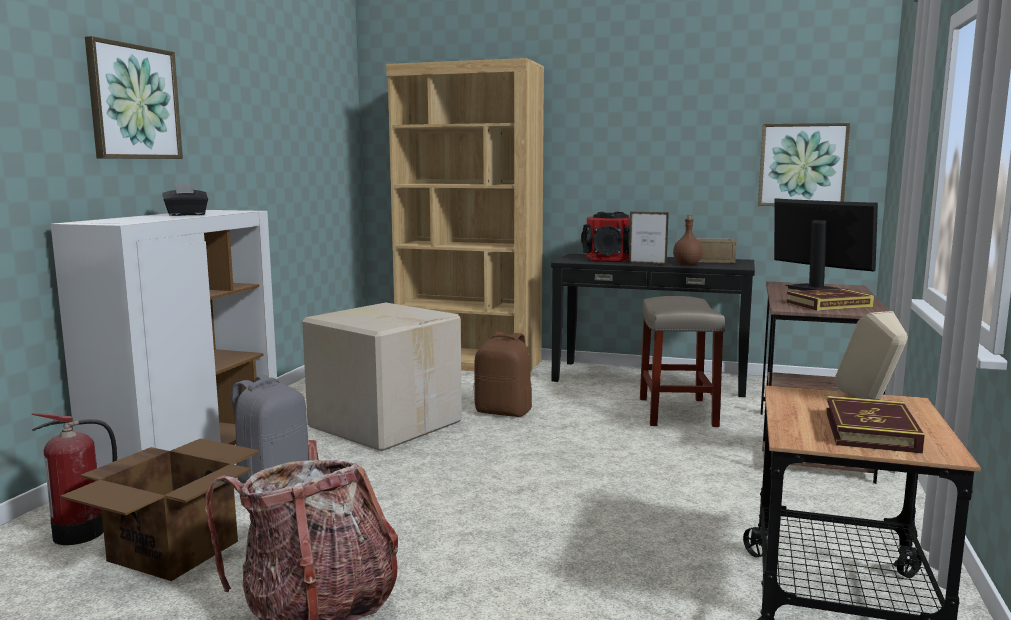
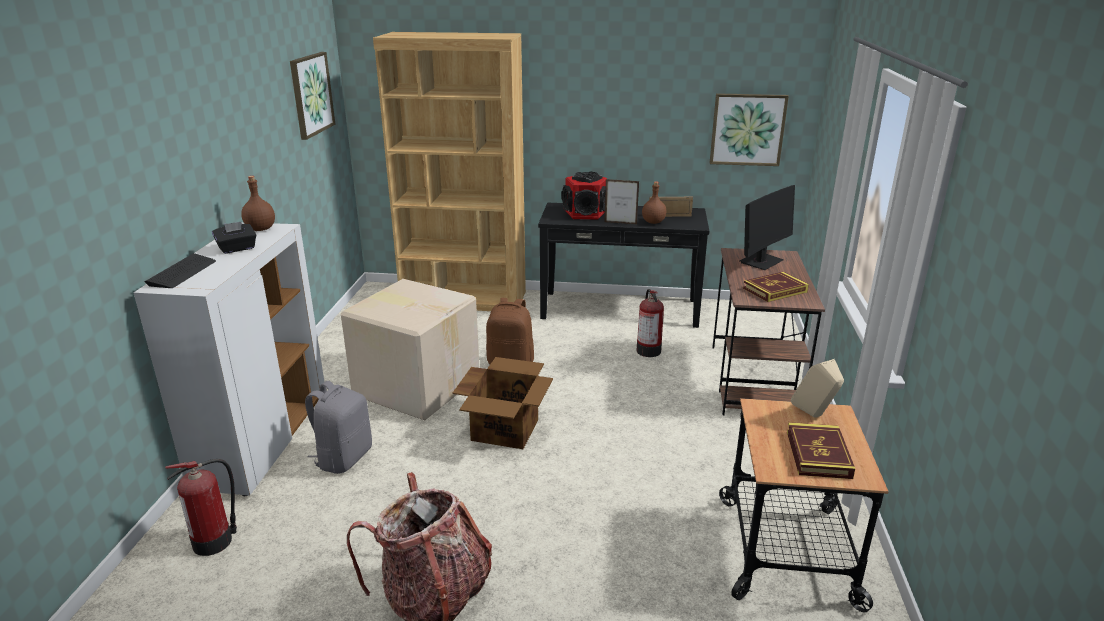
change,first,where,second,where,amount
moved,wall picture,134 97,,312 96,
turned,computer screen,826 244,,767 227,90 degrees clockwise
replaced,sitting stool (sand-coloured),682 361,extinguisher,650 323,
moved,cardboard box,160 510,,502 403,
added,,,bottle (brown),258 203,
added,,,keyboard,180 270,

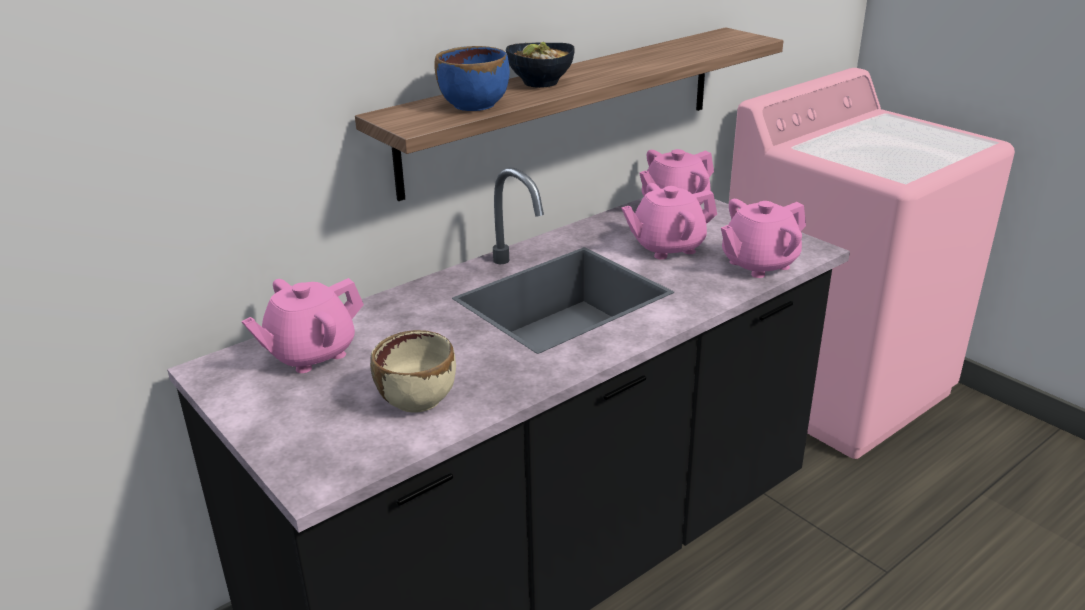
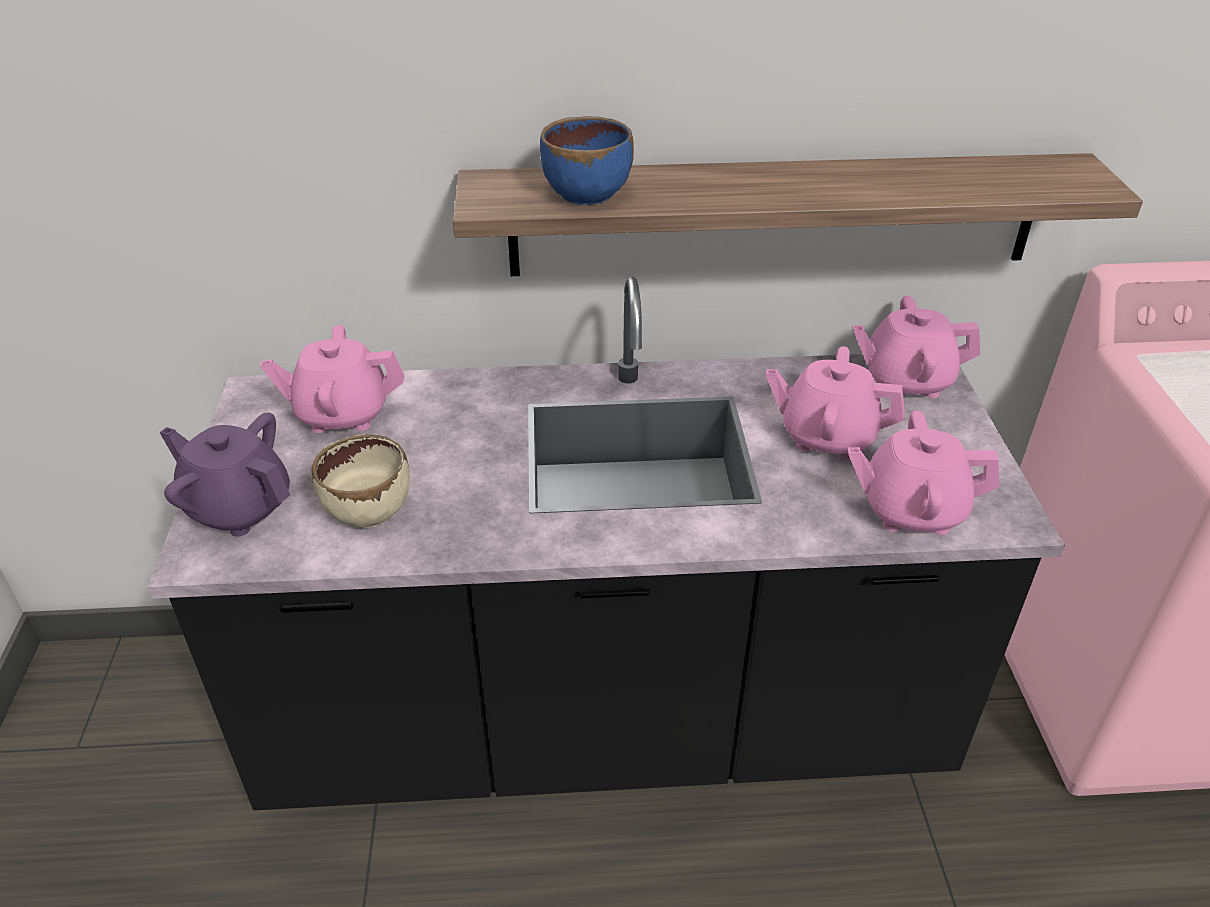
change,first,where,second,where,amount
removed,serving bowl,540 65,,,
added,,,teapot (purplish),225 474,

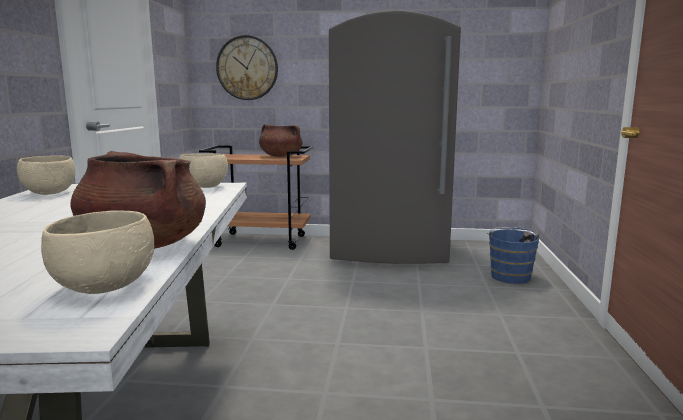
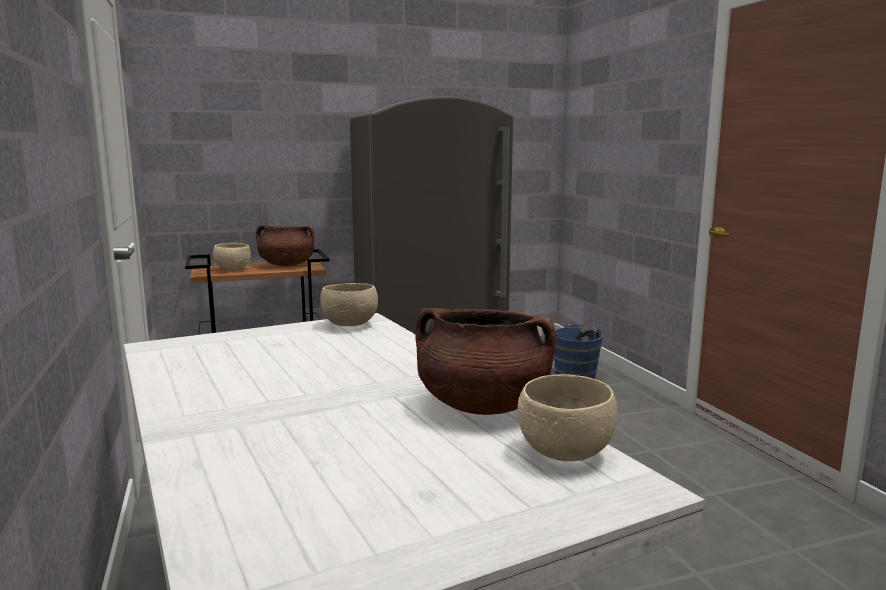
change,first,where,second,where,amount
removed,clock on the wall,247 67,,,
moved,serving bowl (sand-coloured),46 175,,232 257,

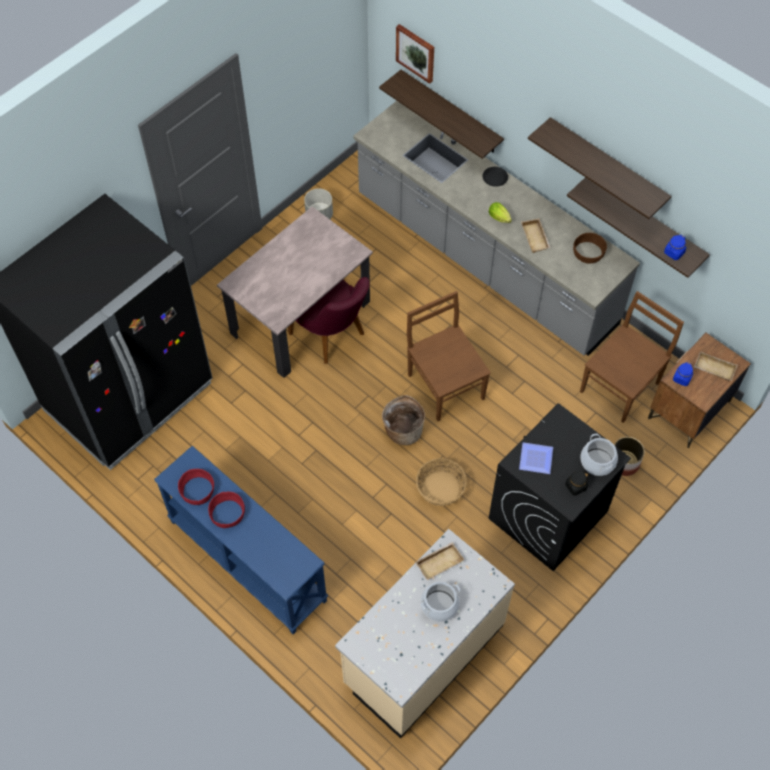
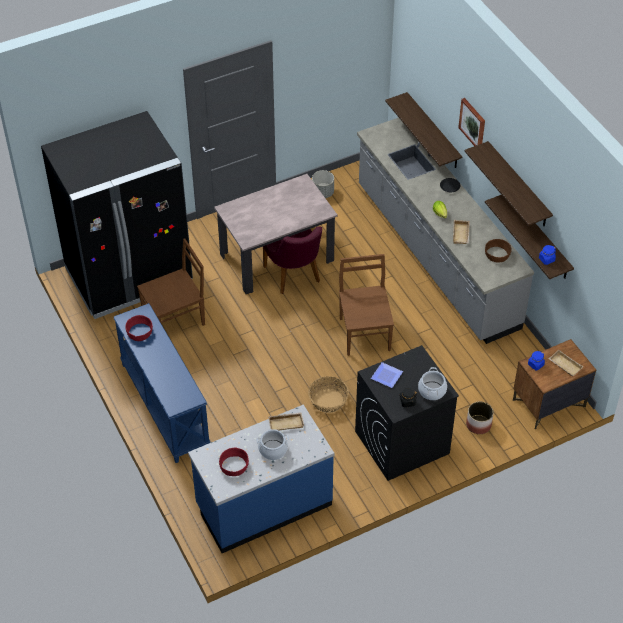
change,first,where,second,where,amount
moved,wall picture,415 54,,471 122,
moved,plain chair (brown),632 357,,171 282,
removed,household basket,403 420,,,
moved,serving bowl (red),226 510,,234 462,
recoloured,counter (sand-coloured),425 634,counter (blue-coloured),261 479,

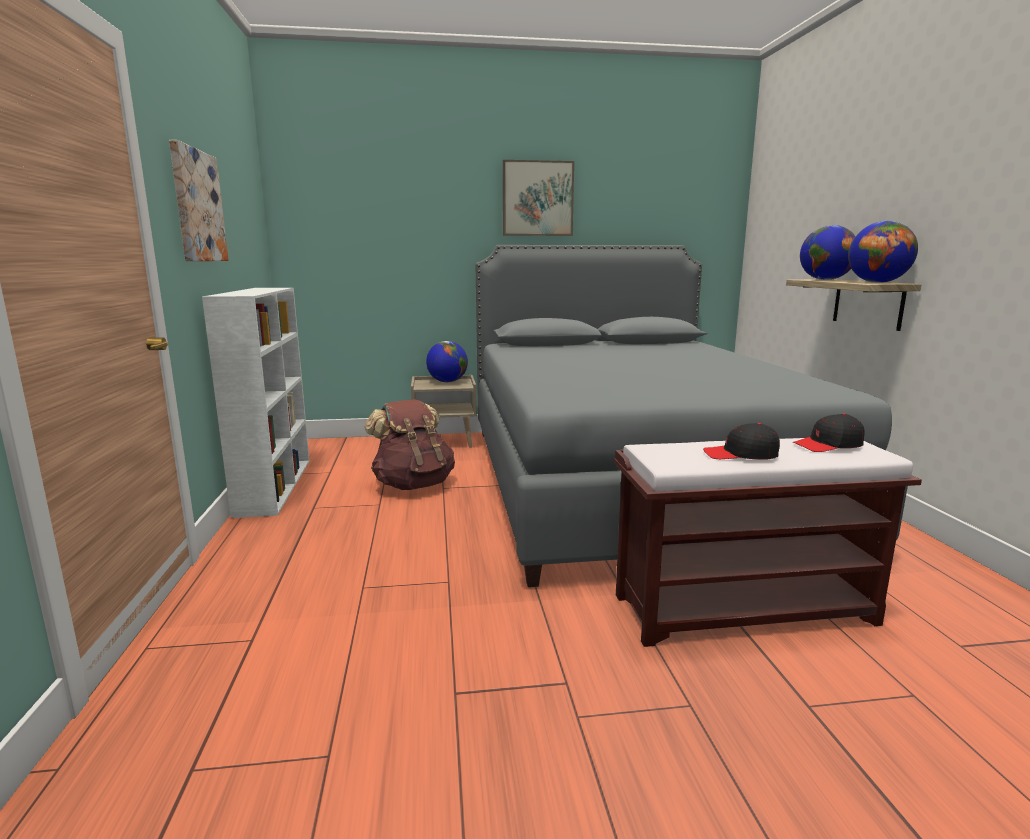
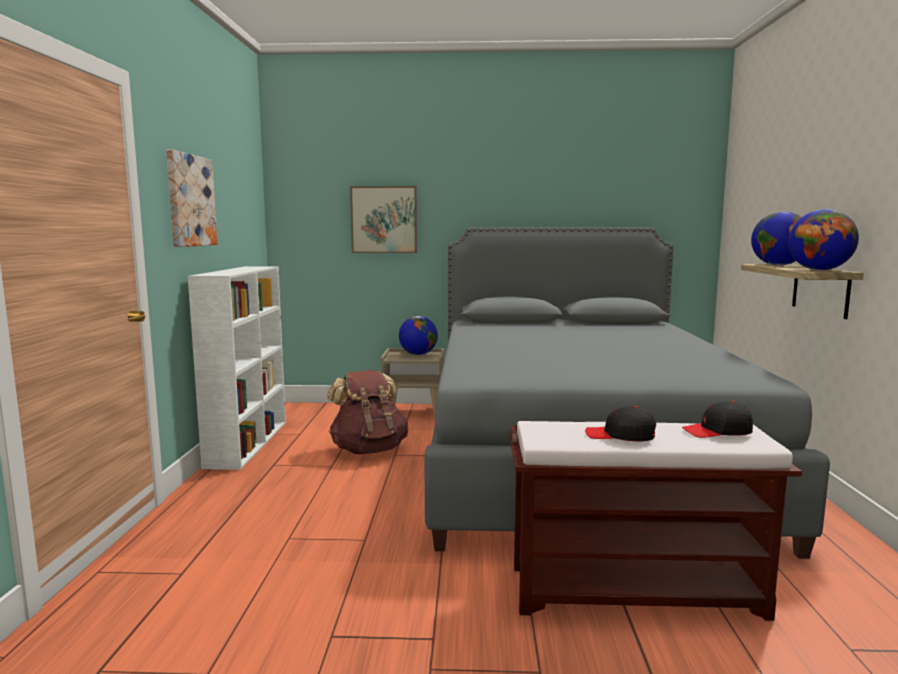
change,first,where,second,where,amount
moved,wall picture,538 198,,383 219,

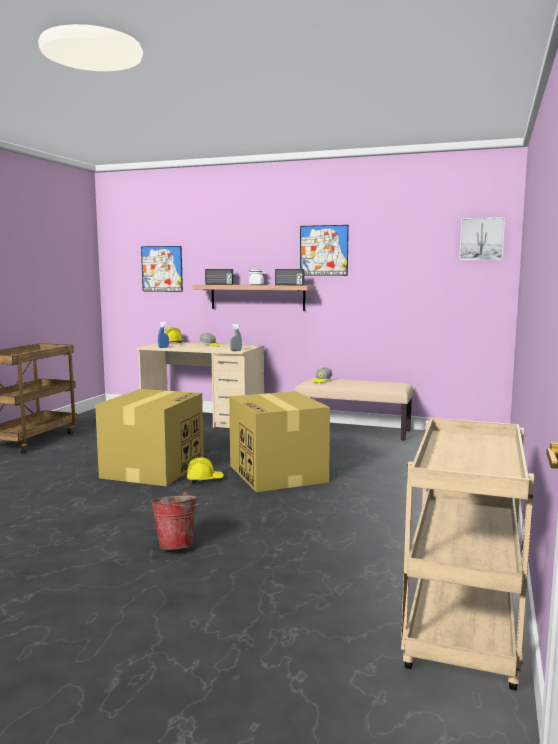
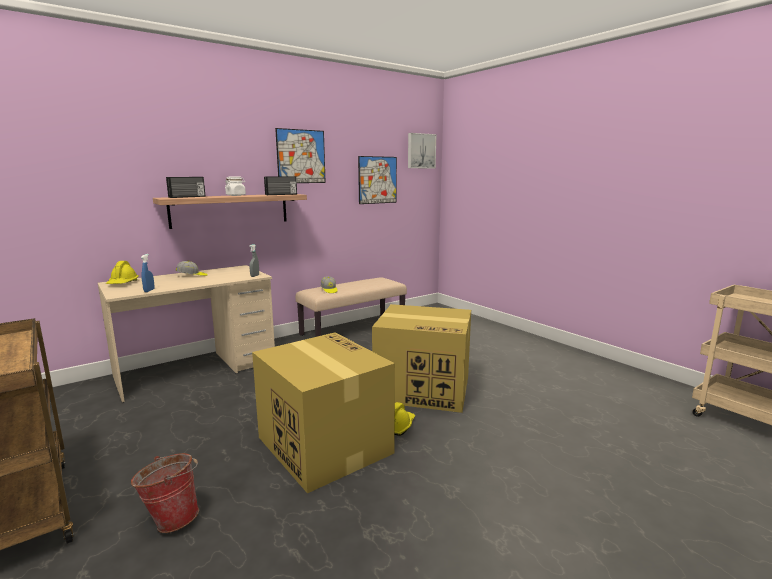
change,first,where,second,where,amount
moved,wall picture,162 269,,377 180,
moved,water bucket,175 521,,165 493,

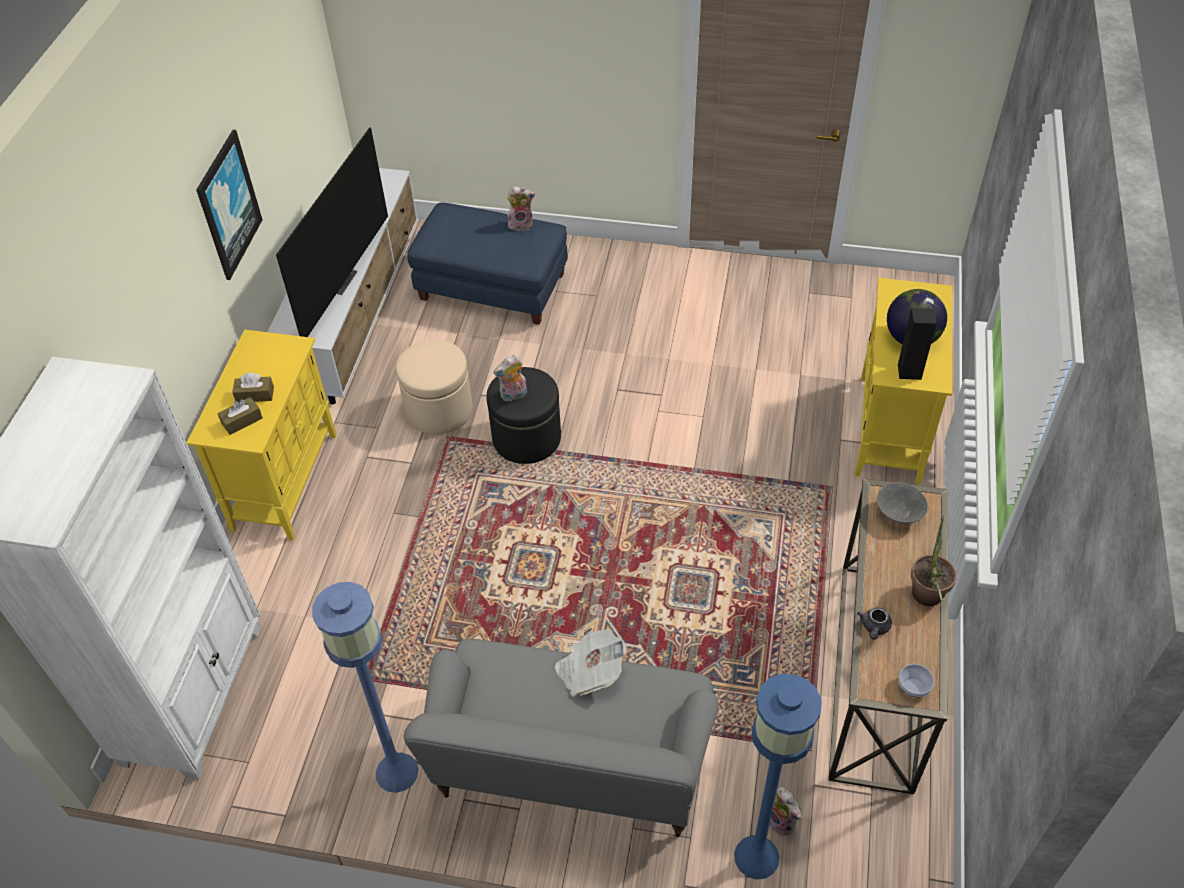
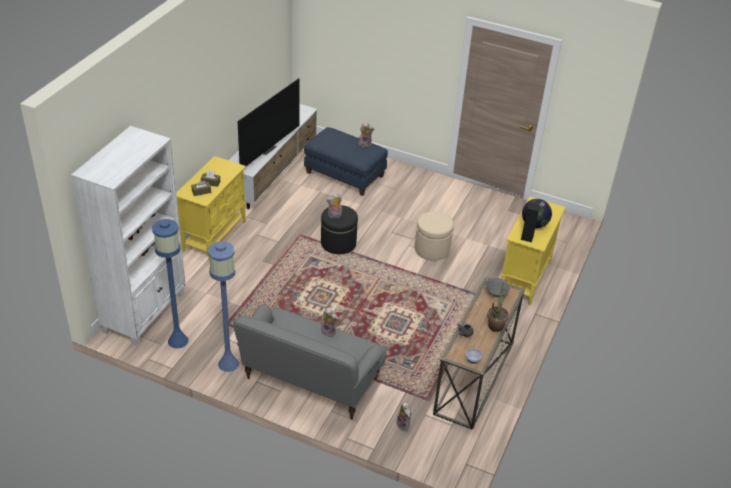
change,first,where,second,where,amount
removed,wall picture,229 205,,,
moved,pouffe (sand-coloured),434 387,,434 236,
replaced,newspaper,591 663,soft toy,330 322,
moved,floor lamp (blue-coloured),778 777,,170 284,

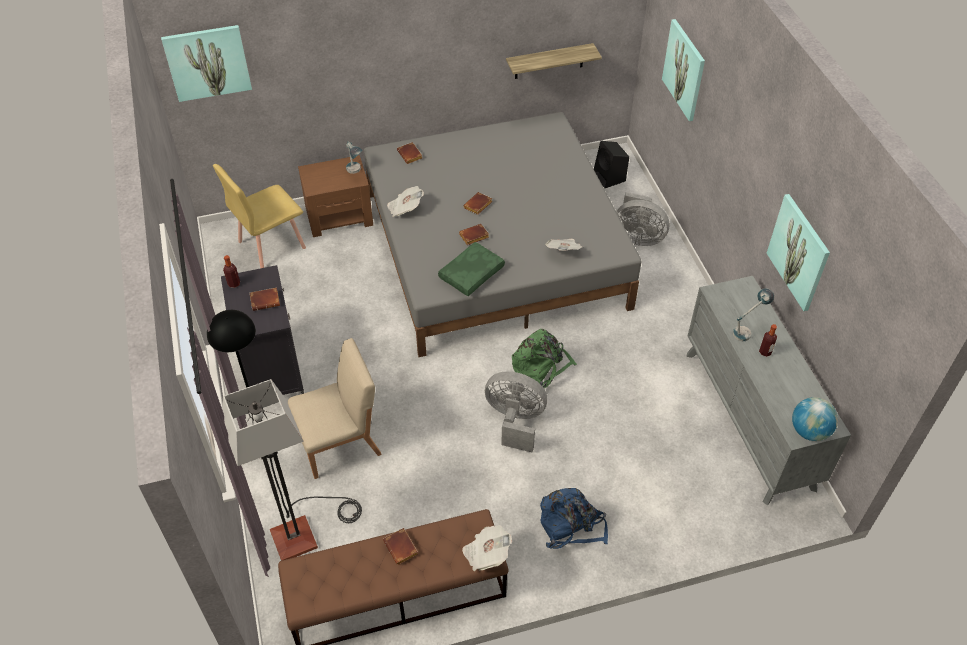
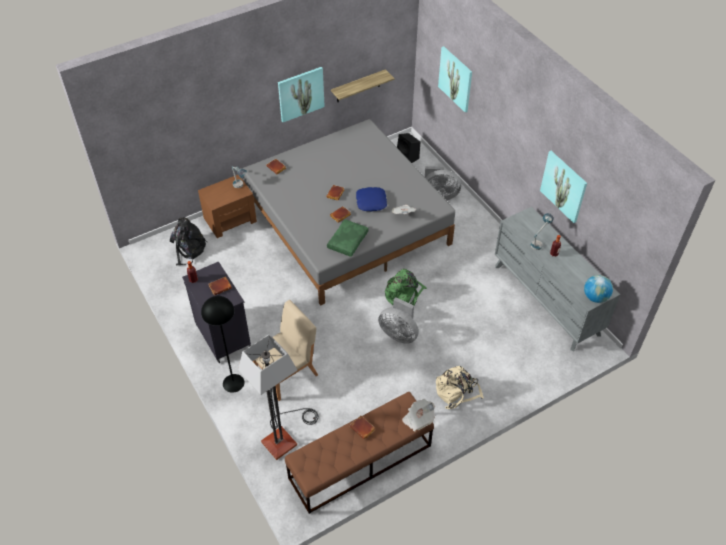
change,first,where,second,where,amount
moved,wall picture,206 63,,301 94,
replaced,plain chair (yellowish),259 216,backpack (blackish),188 241,
removed,newspaper,405 201,,,
turned,fan (gray),516 412,,398 320,150 degrees counterclockwise
recoloured,backpack (blue-coloured),574 518,backpack (sand-coloured),460 387,
added,,,throw pillow (blue-coloured),371 199,

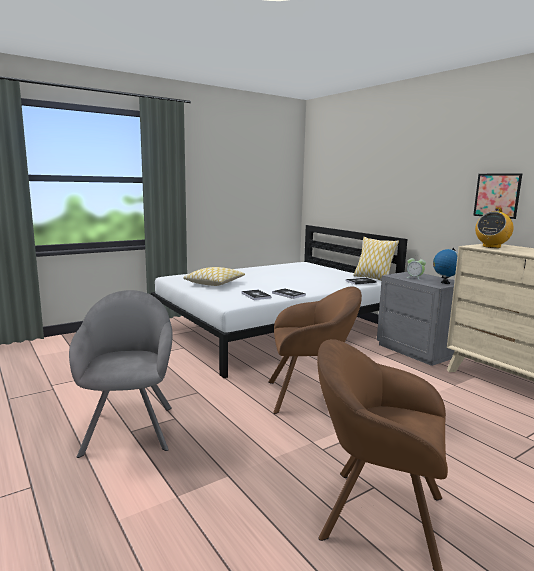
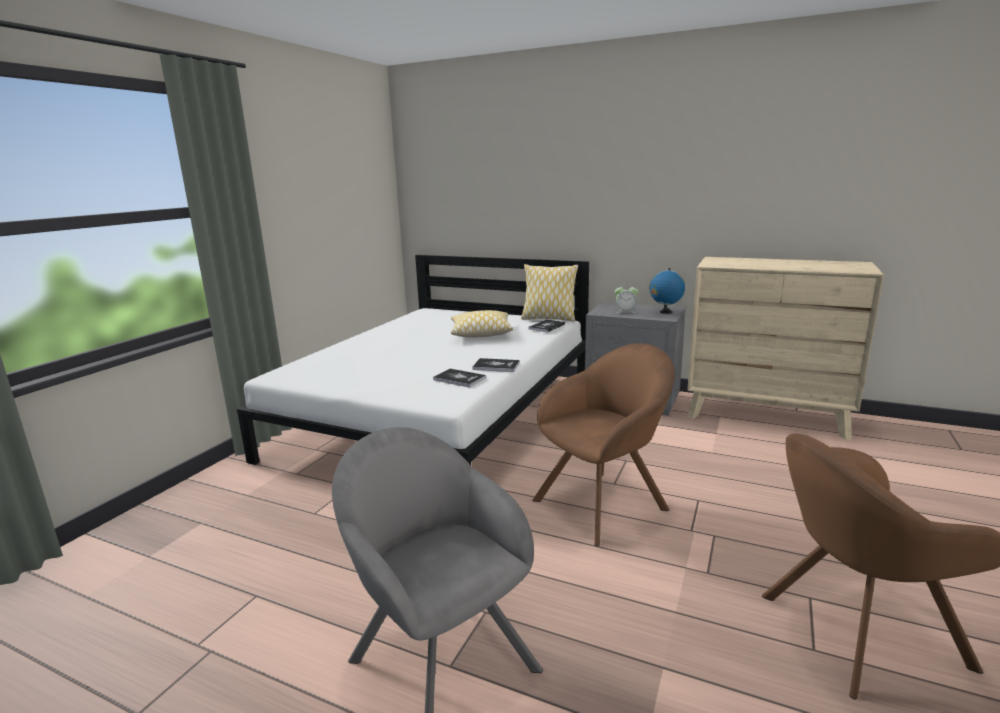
change,first,where,second,where,amount
removed,wall picture,497 196,,,
removed,radio set,494 227,,,
moved,throw pillow,214 276,,482 323,

